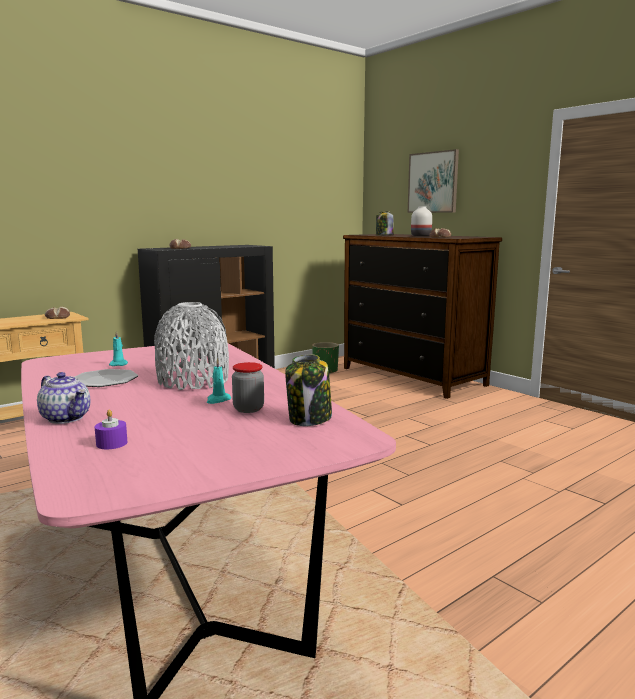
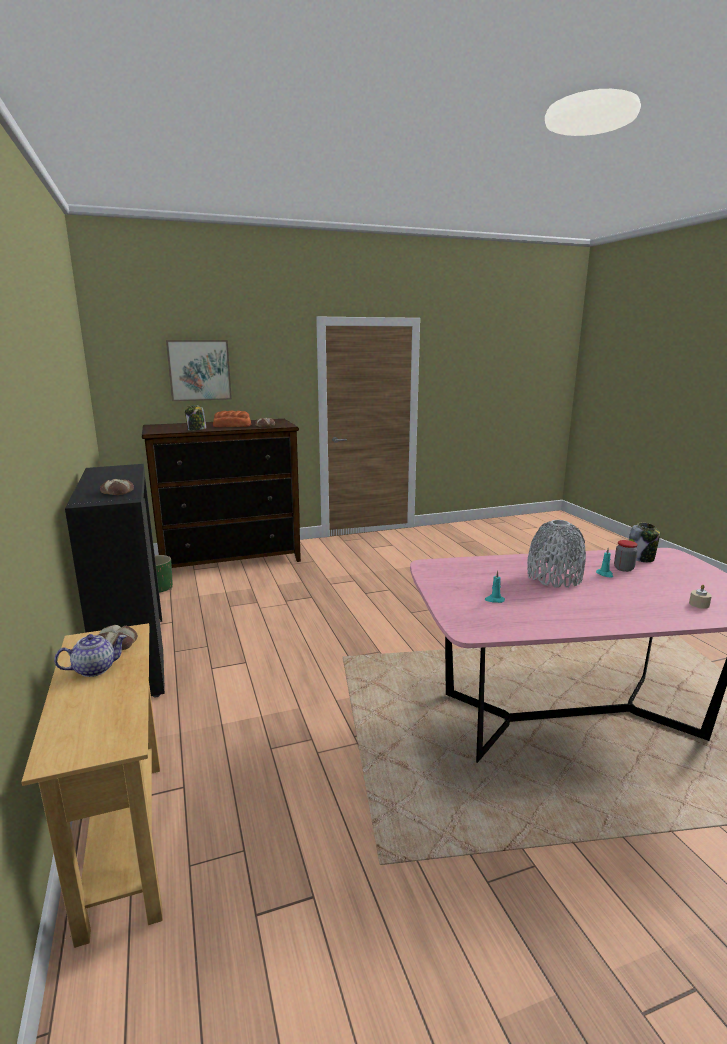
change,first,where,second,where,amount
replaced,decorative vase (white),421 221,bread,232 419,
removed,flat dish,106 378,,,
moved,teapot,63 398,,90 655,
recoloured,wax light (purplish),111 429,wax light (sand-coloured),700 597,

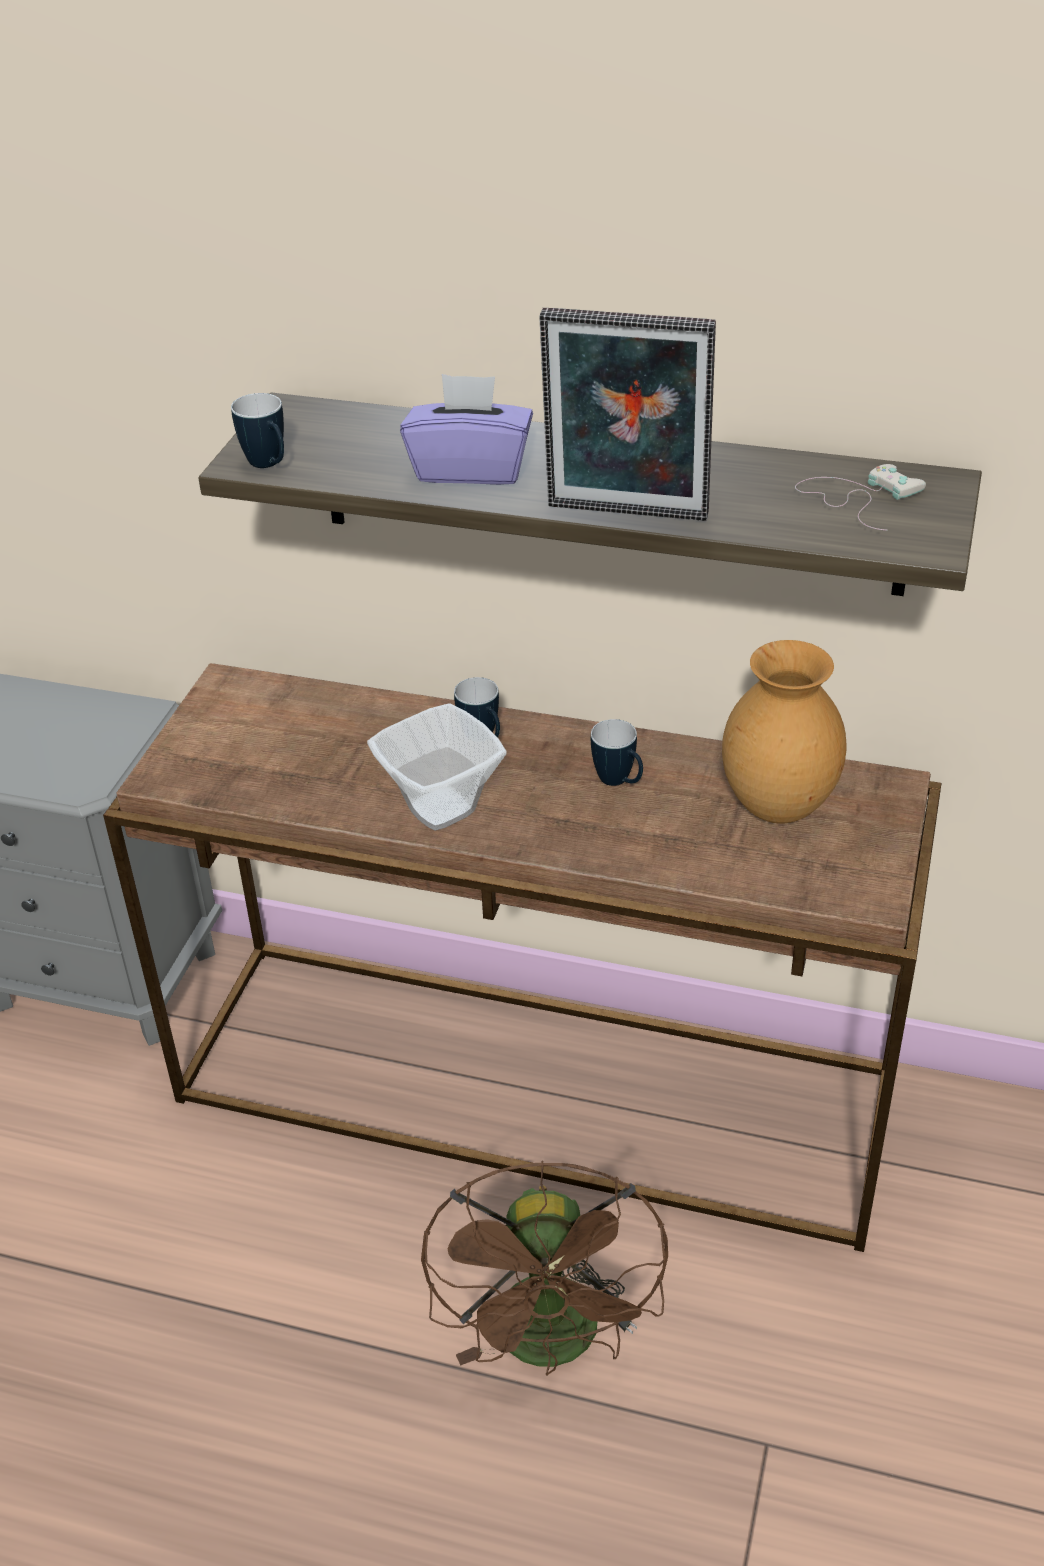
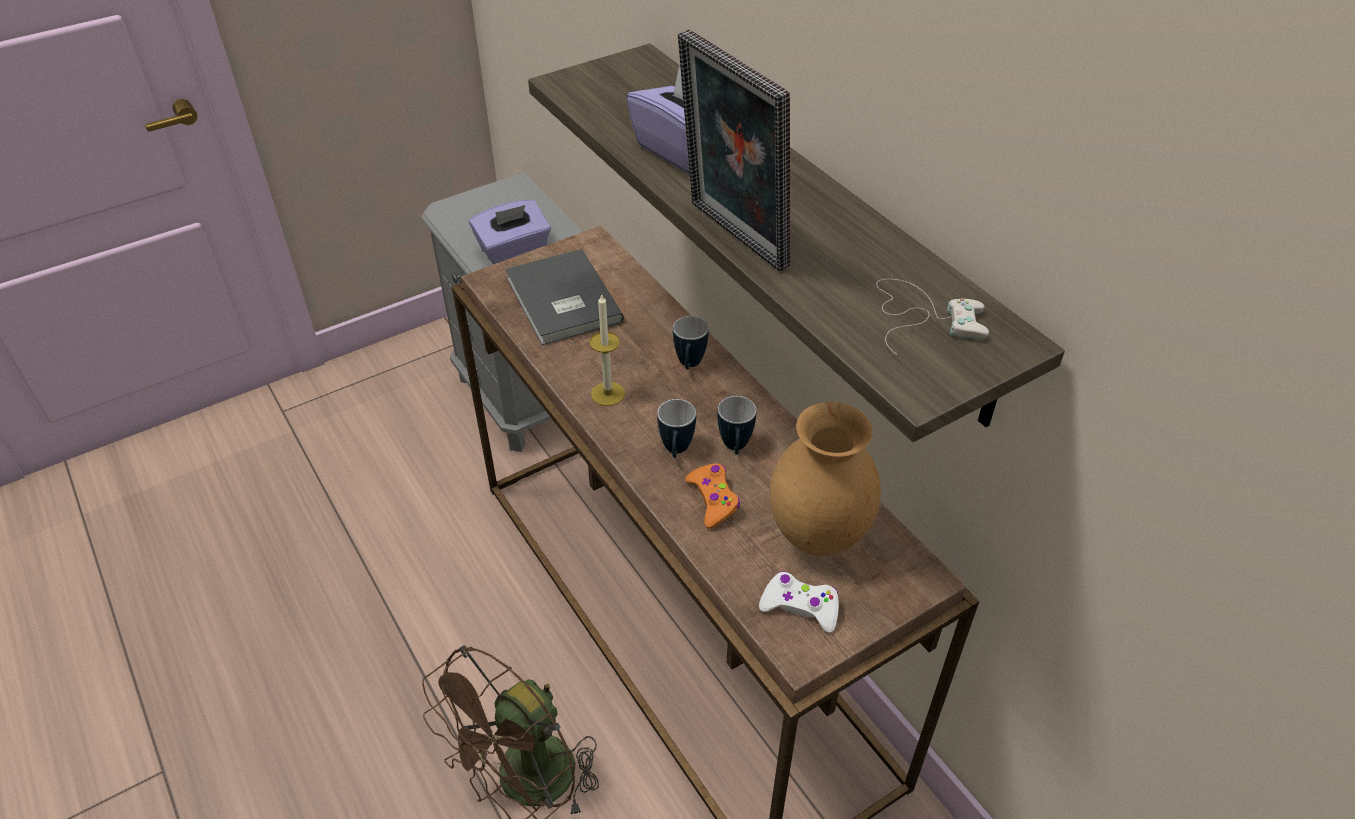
change,first,where,second,where,amount
moved,tea mug,257 430,,676 428,
replaced,serving bowl,437 767,wax light,607 349,
added,,,box of tissues (purplish),510 232,
added,,,book (gray),564 297,
added,,,game controller (orangey),712 496,
added,,,game controller (white),799 602,

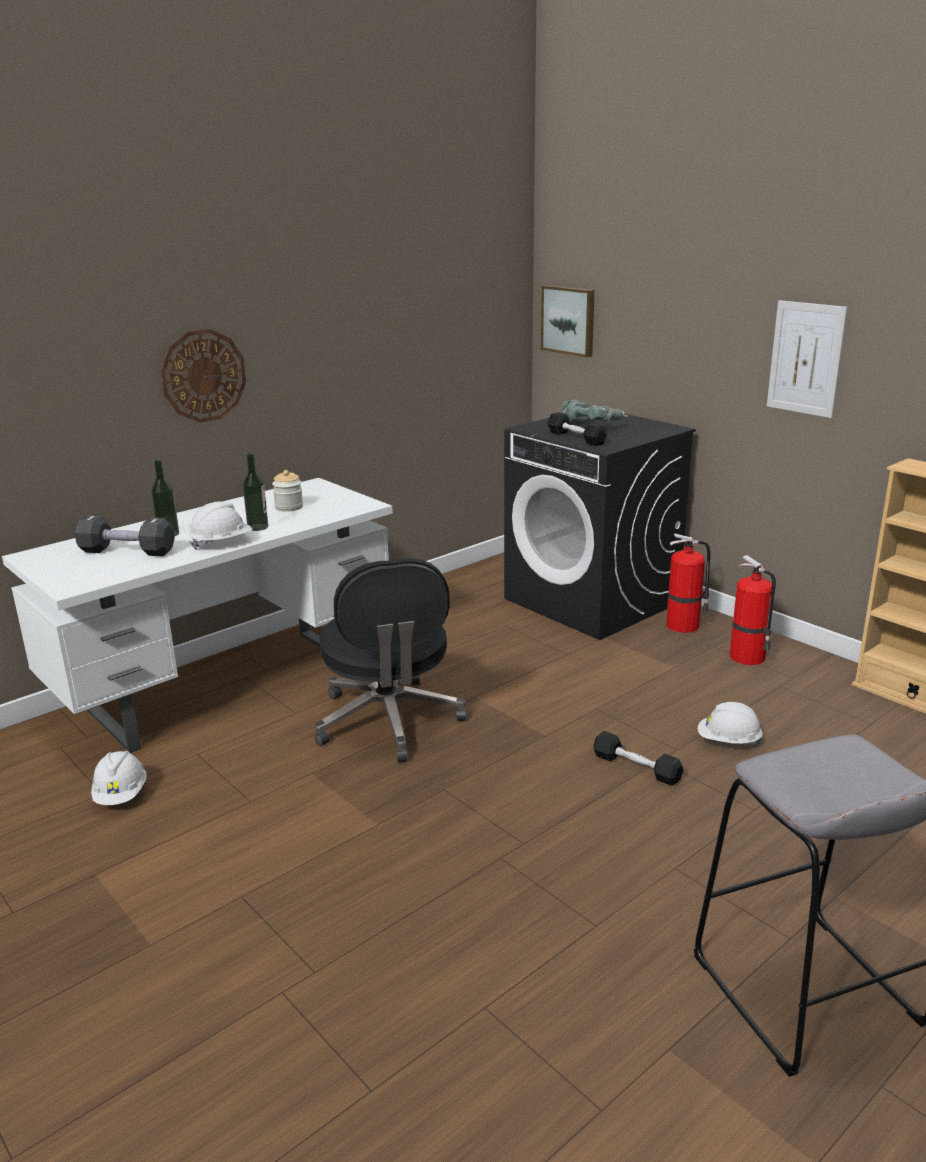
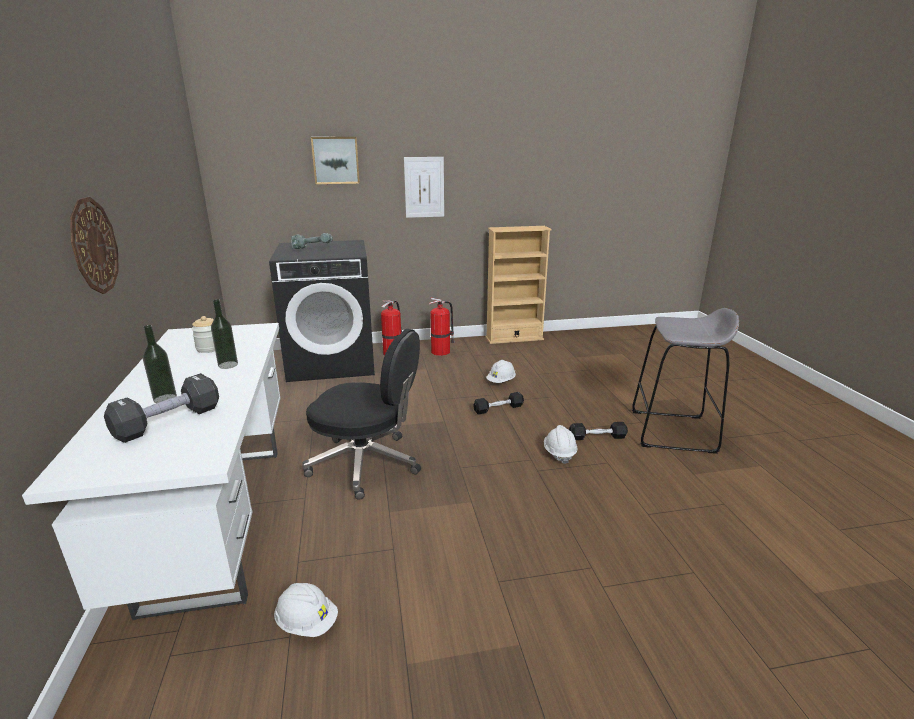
change,first,where,second,where,amount
moved,wall picture,568 321,,335 160,
moved,hand weight (blackish),577 429,,598 431,
moved,work helmet (white),220 525,,561 444,

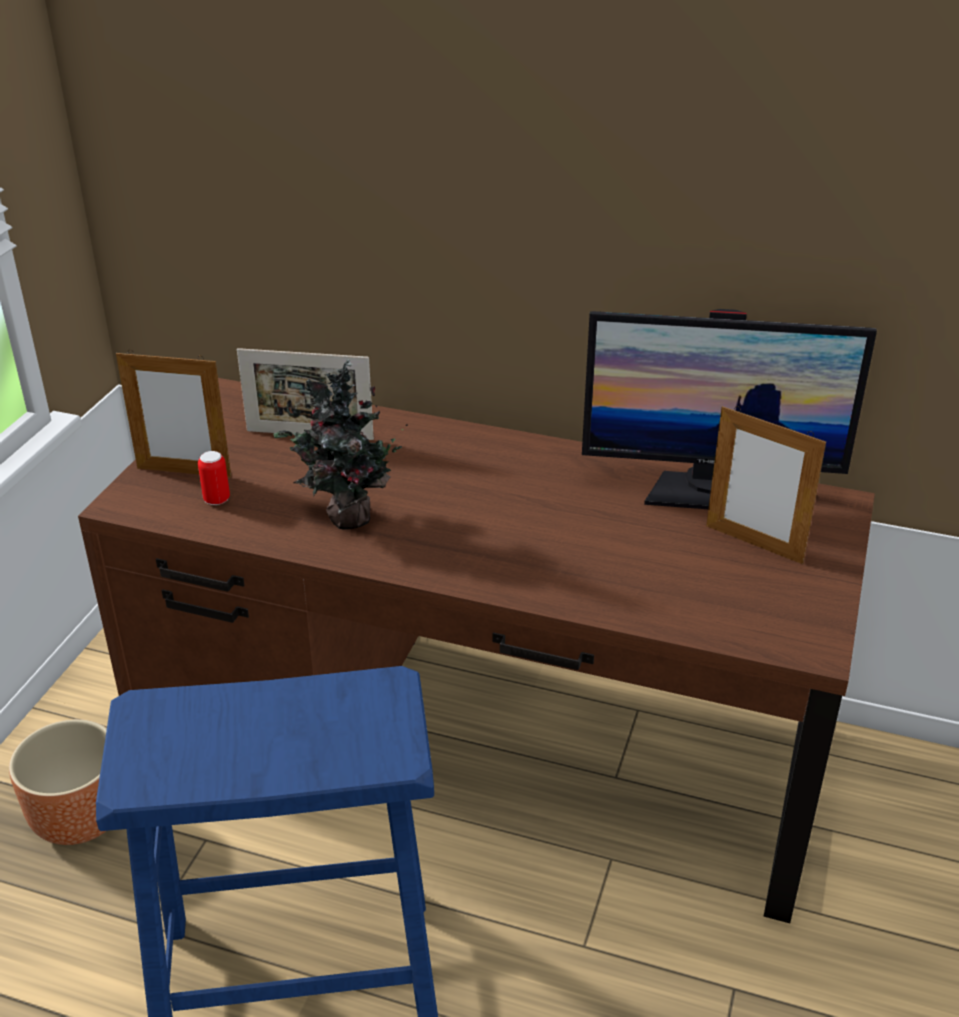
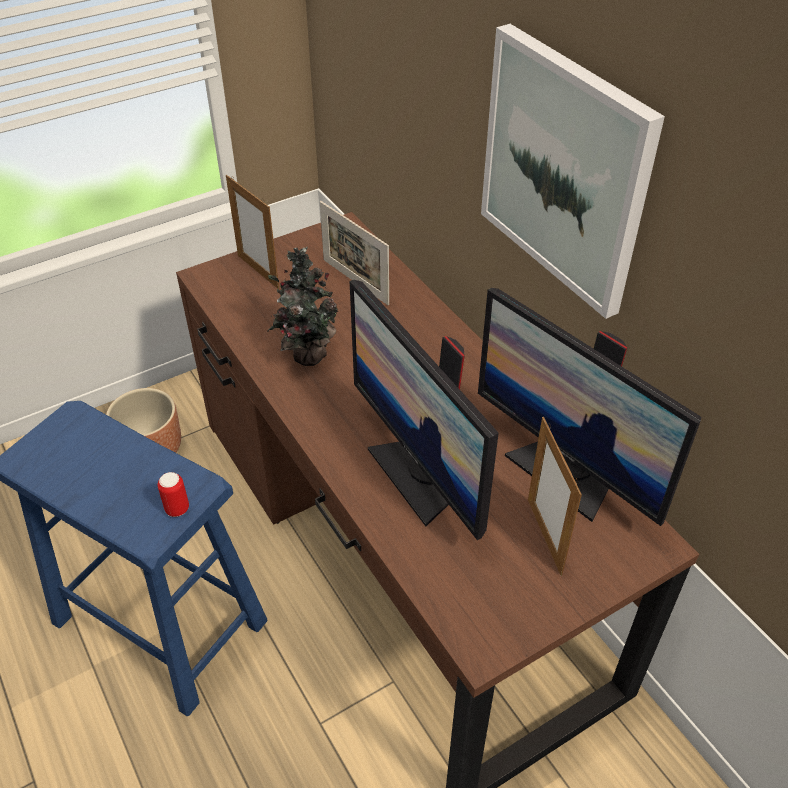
change,first,where,second,where,amount
moved,metal can,214 478,,173 494,
added,,,wall picture,573 171,
added,,,computer screen,424 410,

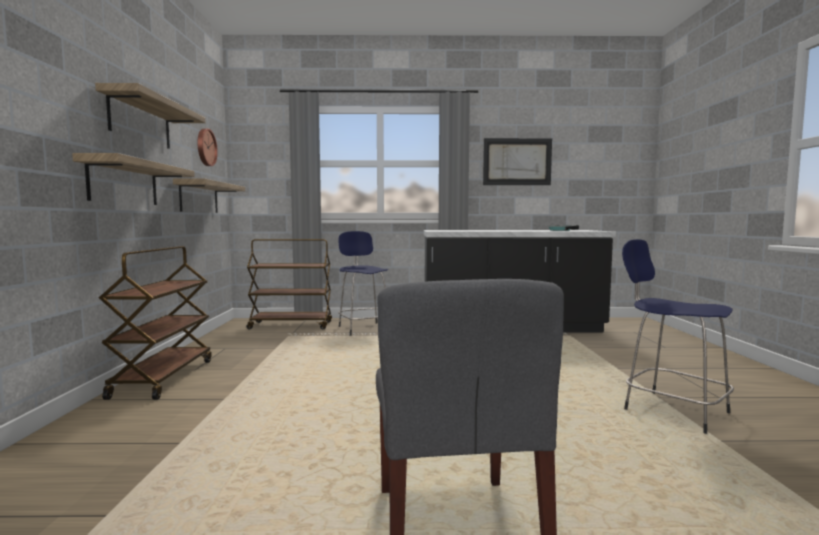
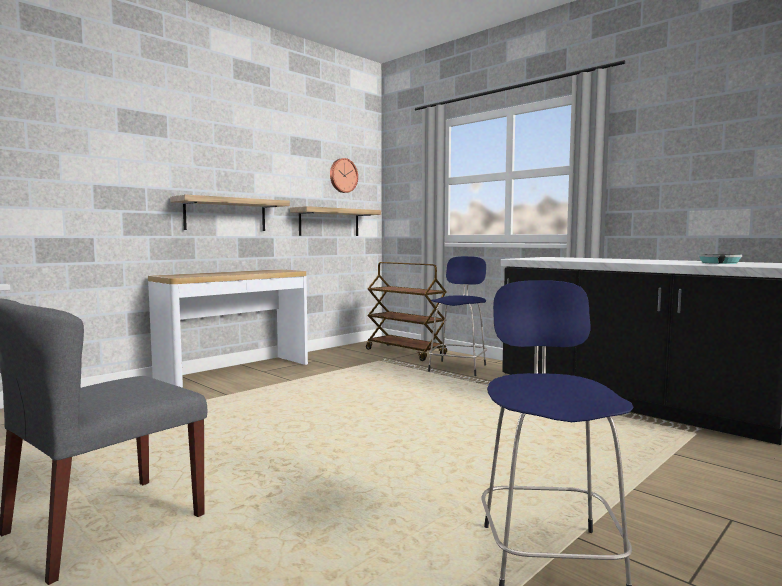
change,first,where,second,where,amount
removed,wall shelf,150 116,,,
removed,wall picture,517 161,,,
replaced,cart (brown),155 323,hall table,228 328,

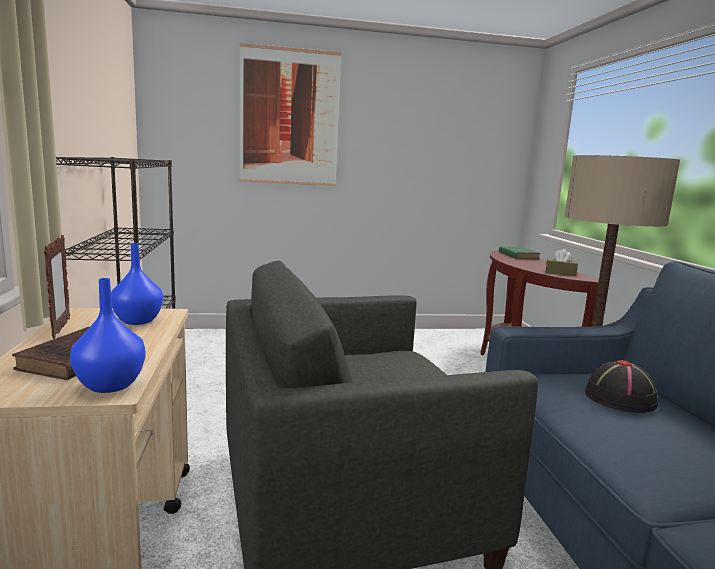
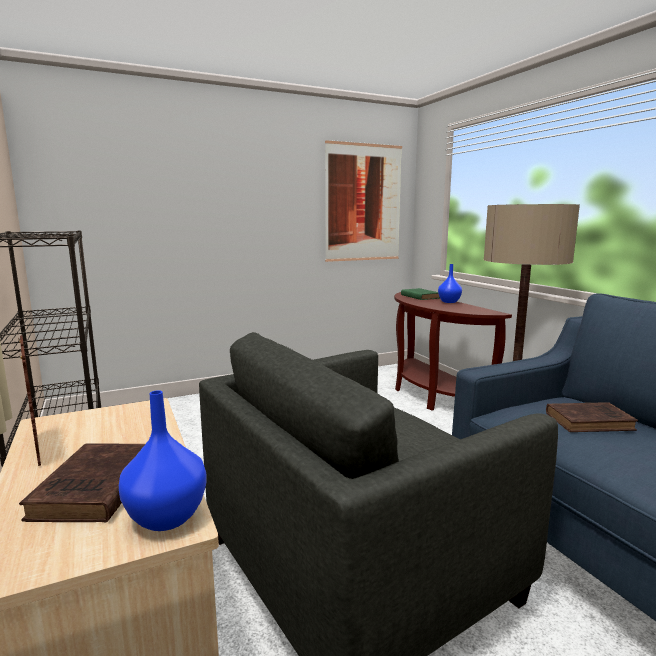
change,first,where,second,where,amount
moved,wall picture,290 114,,363 201,
moved,decorative vase (blue-coloured),137 284,,450 283,
removed,box of tissues (brown),562 262,,,
replaced,wearable hat (blackish),621 386,book (brown),592 417,

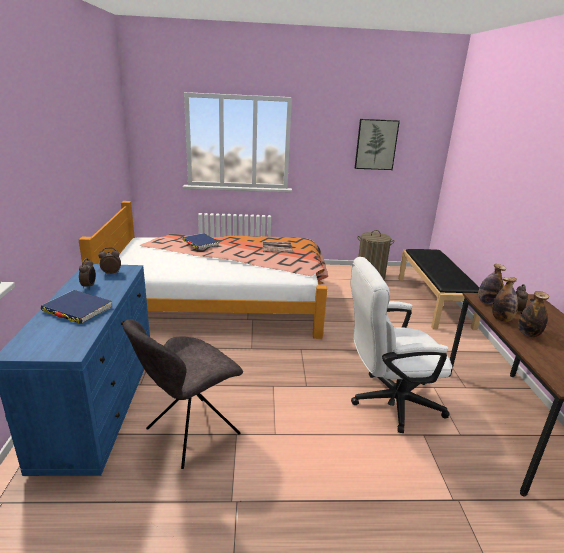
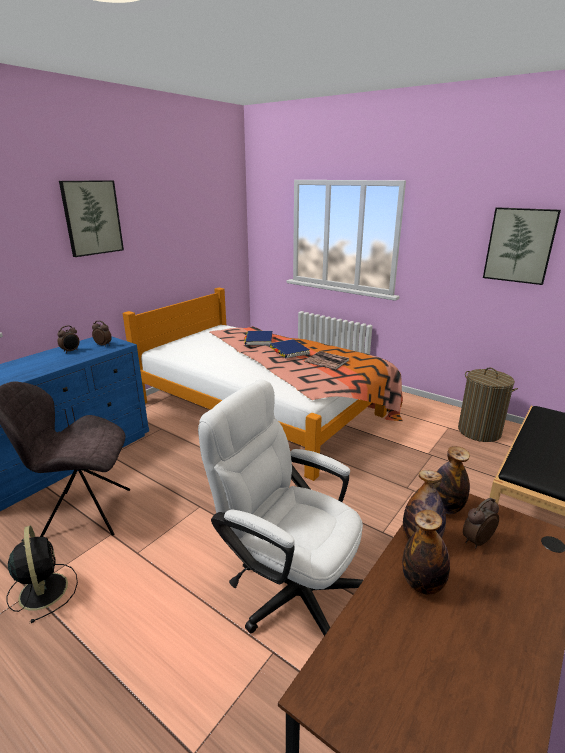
change,first,where,second,where,amount
moved,book (blue-coloured),76 307,,289 348,
added,,,wall picture,91 218,
added,,,fan (blackish),42 574,

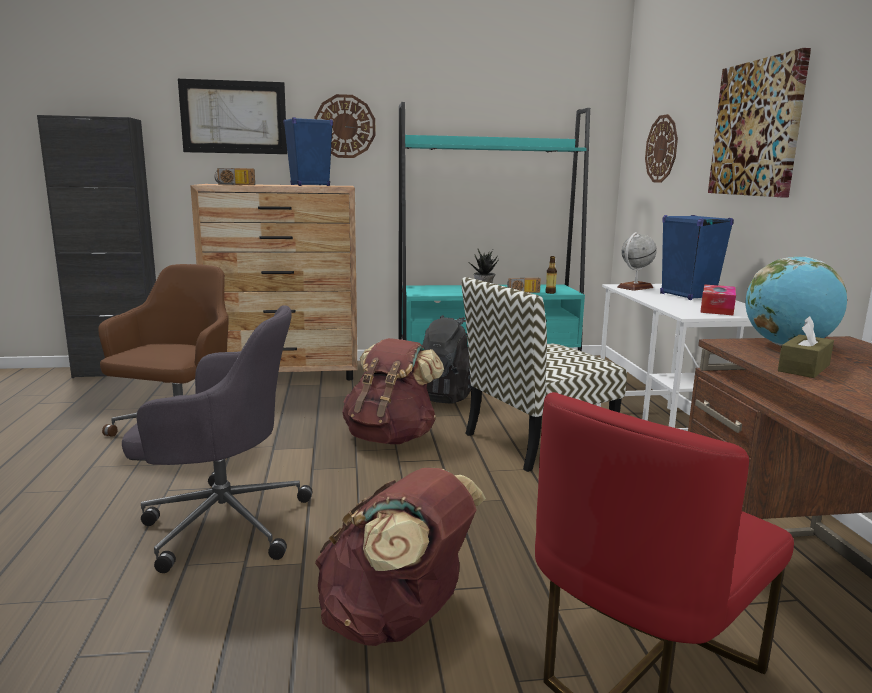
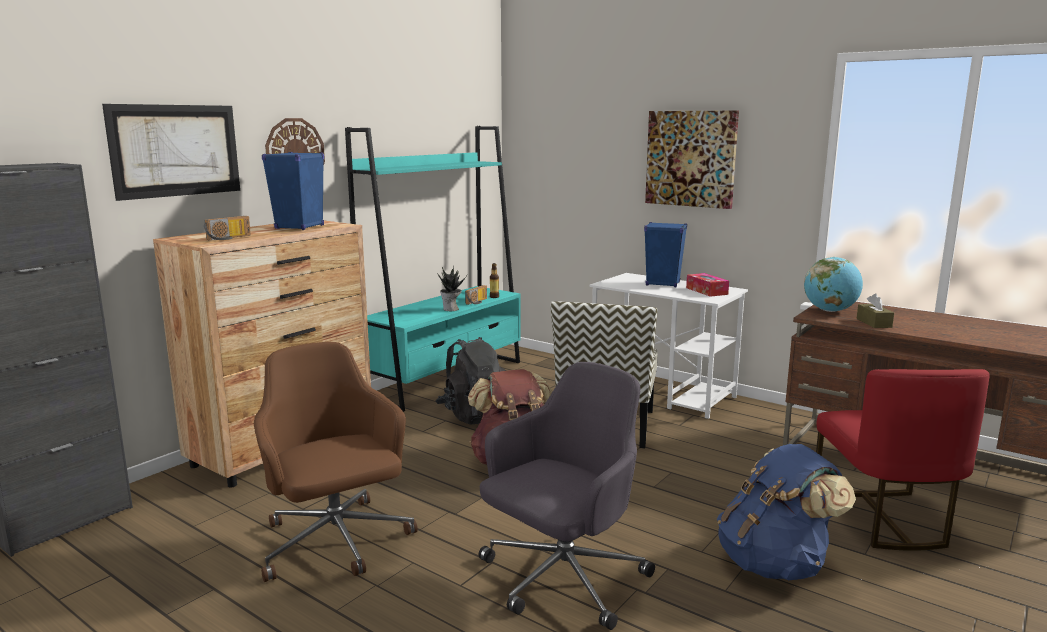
change,first,where,second,where,amount
removed,clock on the wall,661 148,,,
removed,globe,637 261,,,
recoloured,backpack (brown),400 557,backpack (blue-coloured),786 512,

